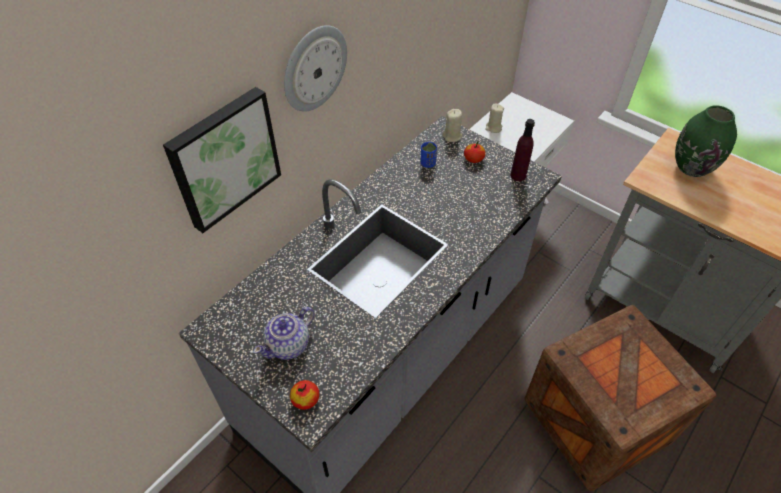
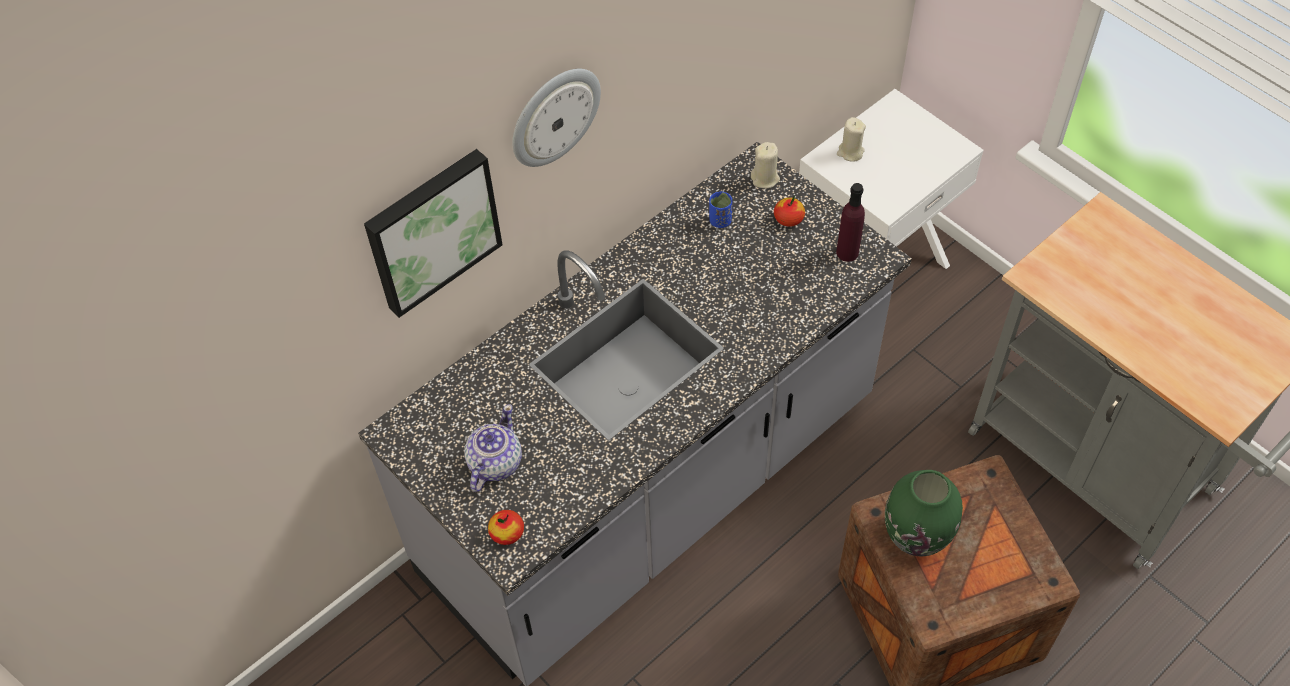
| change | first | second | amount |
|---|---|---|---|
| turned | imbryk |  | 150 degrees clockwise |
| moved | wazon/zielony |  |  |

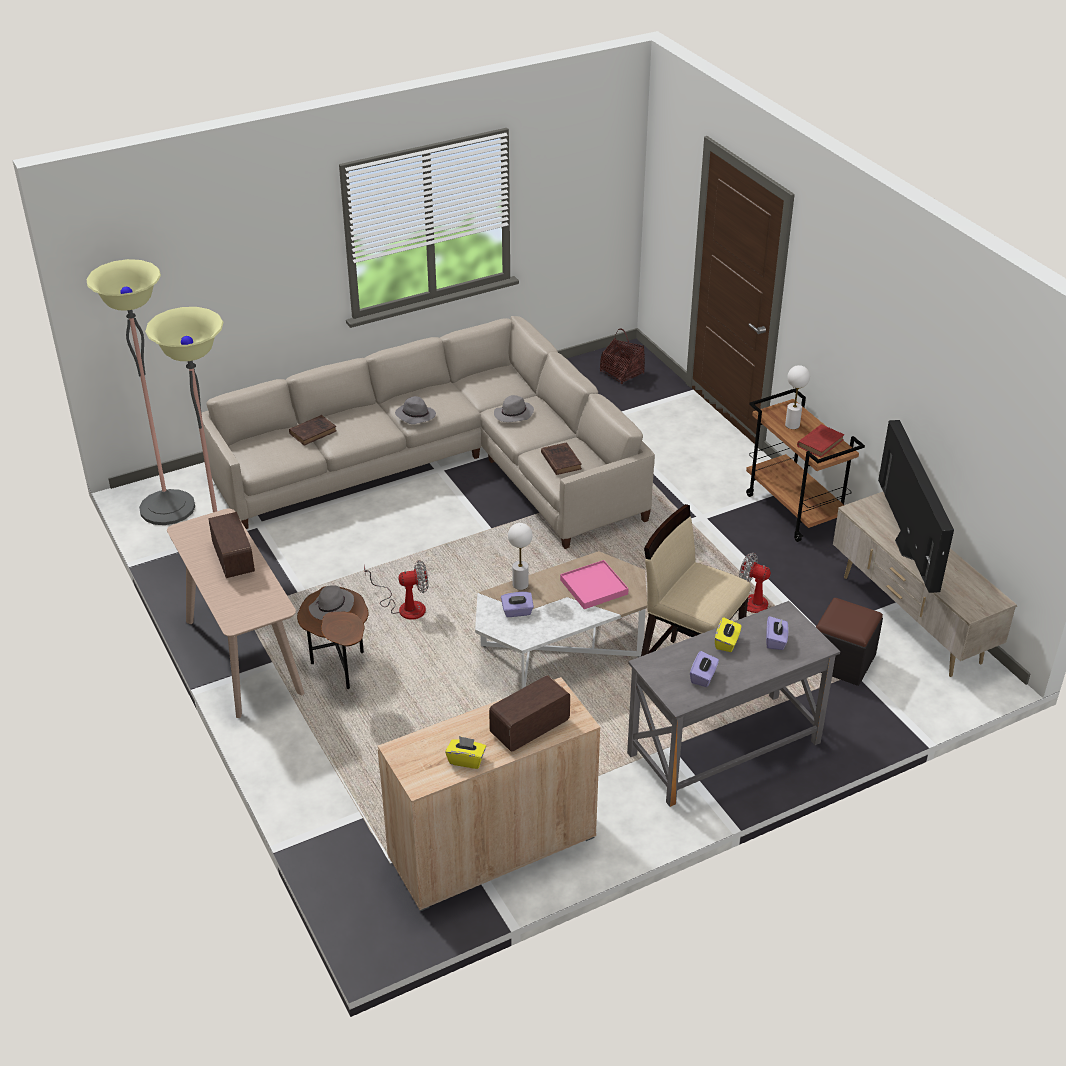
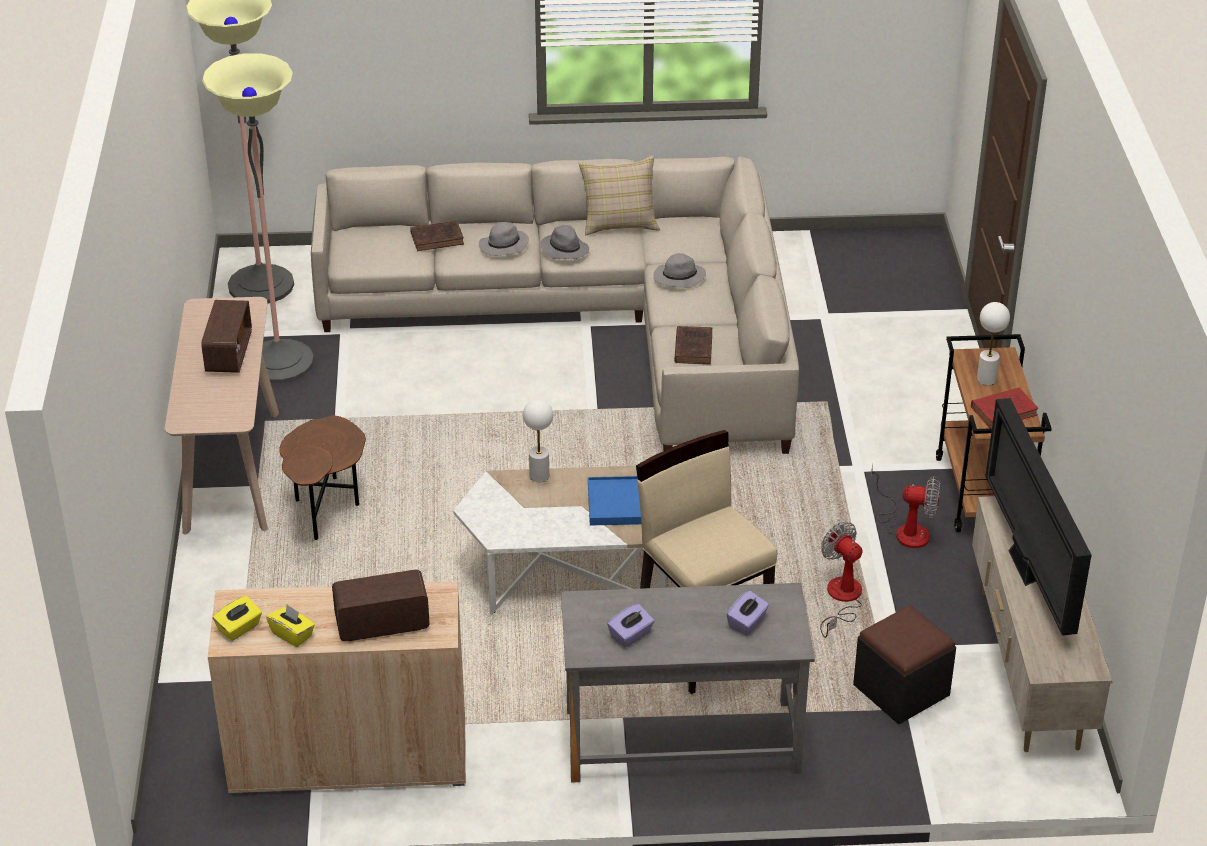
| change | first | second | amount |
|---|---|---|---|
| moved | kapelusz/szary (1st from left) |  |  |
| moved | wentylator (1st from left in the first image) | wentylator (2nd from left) |  |
| removed | pudełko chusteczek/fioletowy (1st from left) |  |  |
| recoloured | taca/różowy | taca/niebieski |  |
| removed | koszyk |  |  |
| moved | pudełko chusteczek/żółty (2nd from left in the first image) | pudełko chusteczek/żółty (1st from left) |  |
| turned | telewizor |  | 150 degrees clockwise |
| added |  | poduszka/beżowy |  |

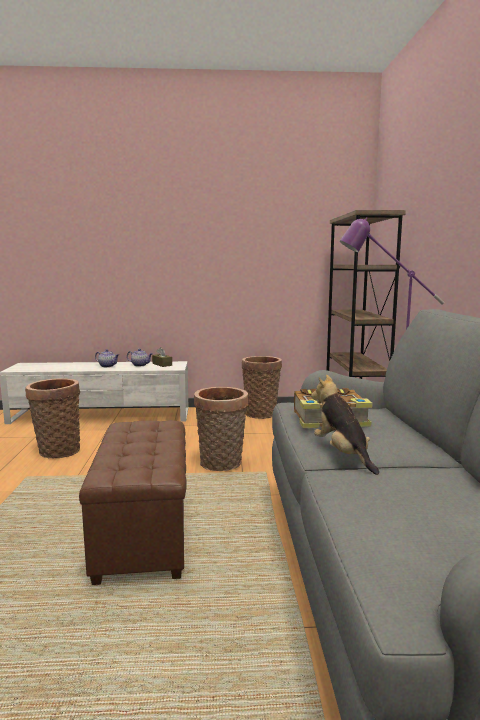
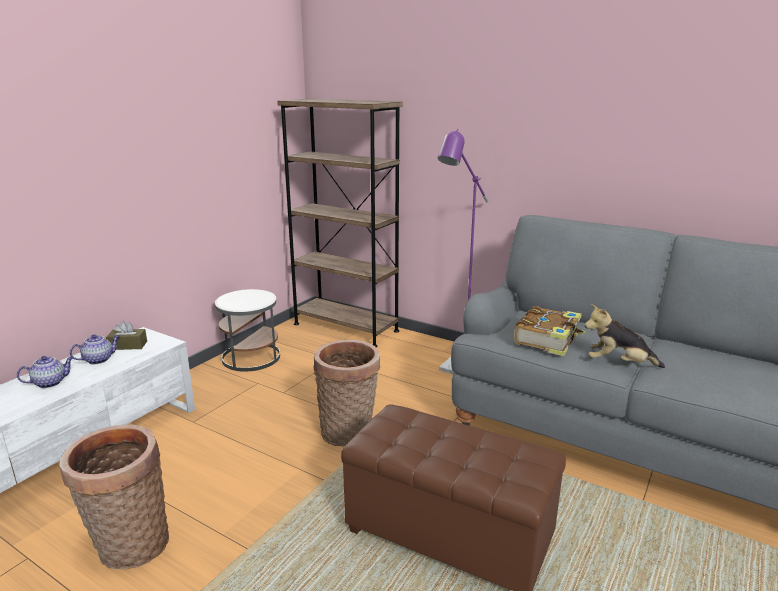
| change | first | second | amount |
|---|---|---|---|
| replaced | koszyk (3rd from left) | stolik/biały |  |

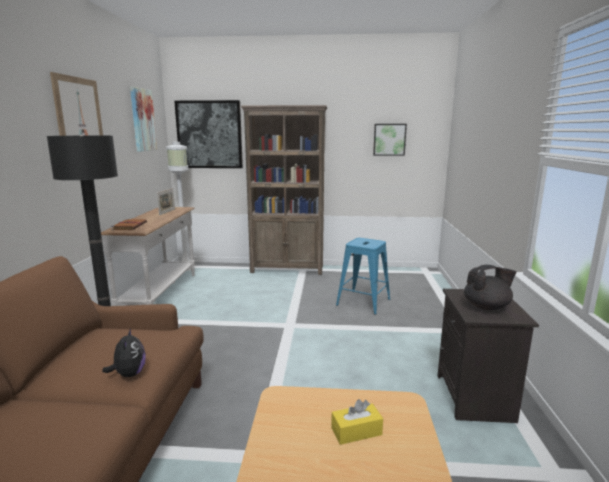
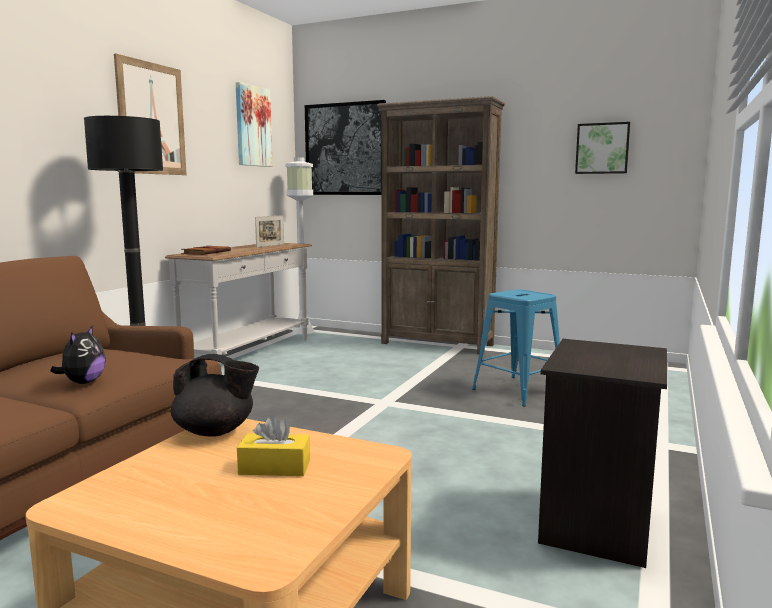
| change | first | second | amount |
|---|---|---|---|
| moved | imbryk/czarny |  |  |

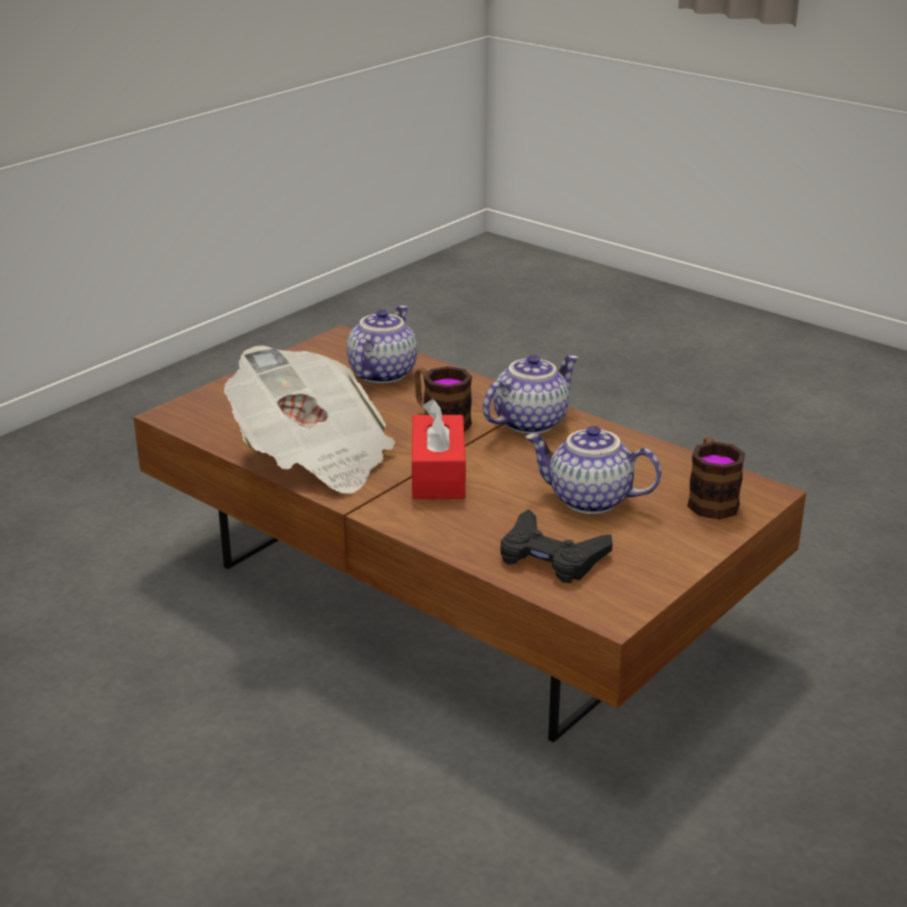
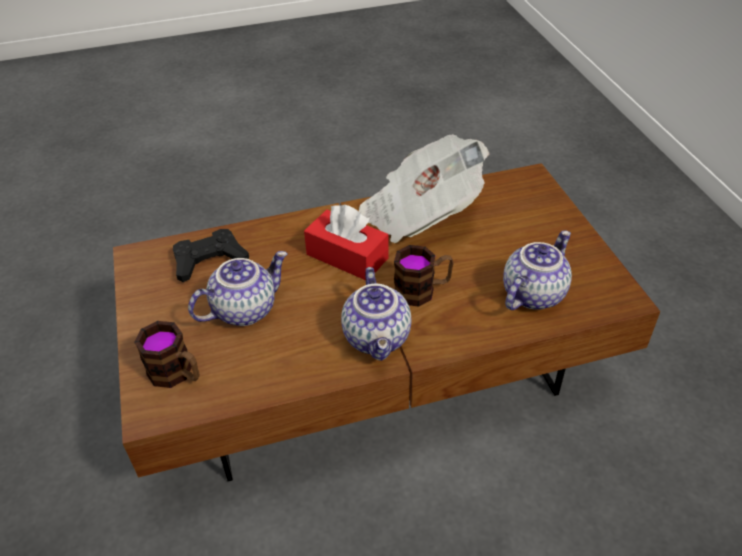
| change | first | second | amount |
|---|---|---|---|
| turned | imbryk (1st from left in the first image) | imbryk (3rd from left) | 105 degrees counterclockwise |

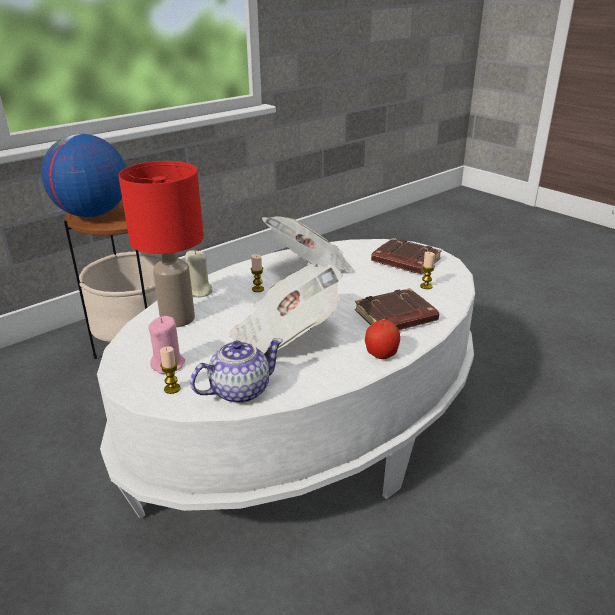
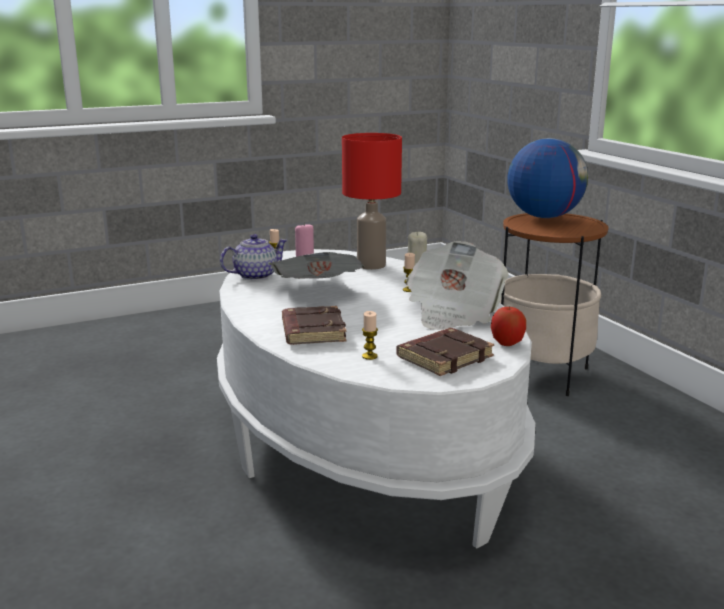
| change | first | second | amount |
|---|---|---|---|
| turned | imbryk |  | 105 degrees counterclockwise |
| moved | jabłko |  |  |

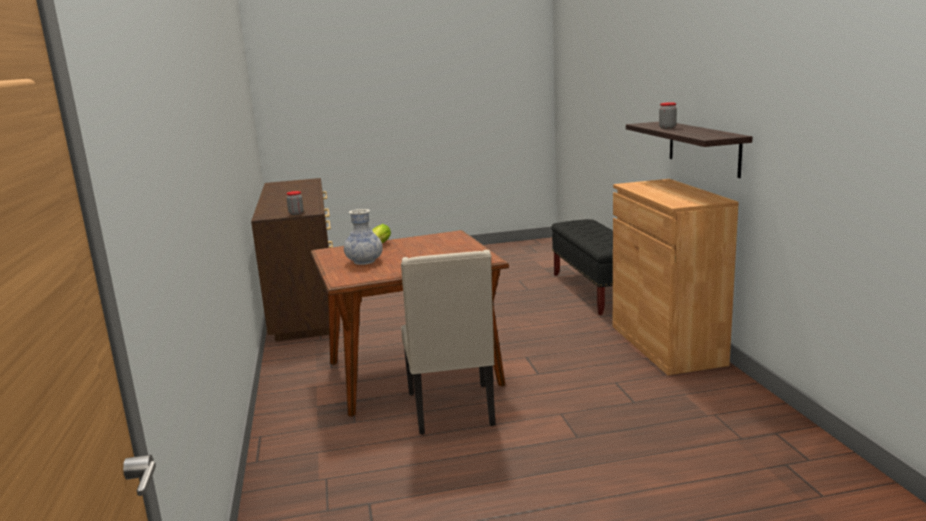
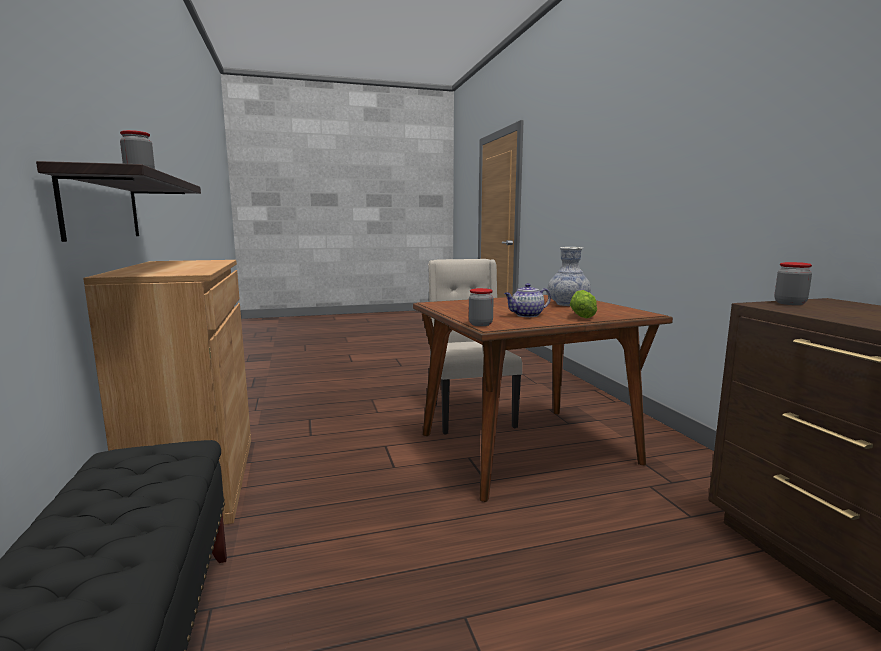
| change | first | second | amount |
|---|---|---|---|
| added |  | słoik (2nd from left) |  |
| added |  | imbryk |  |

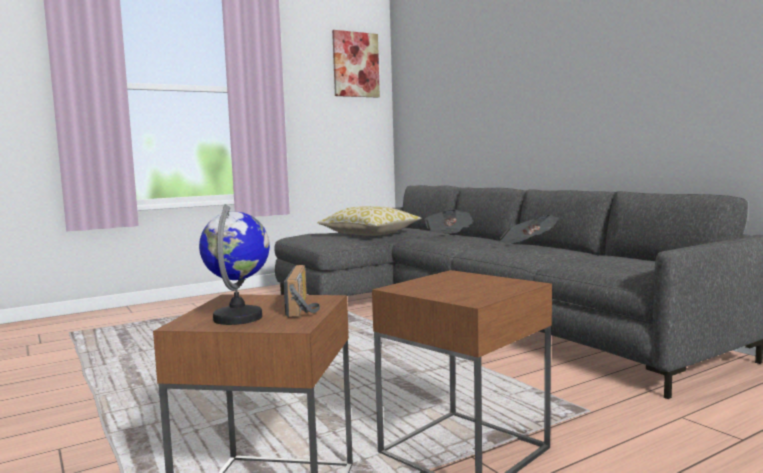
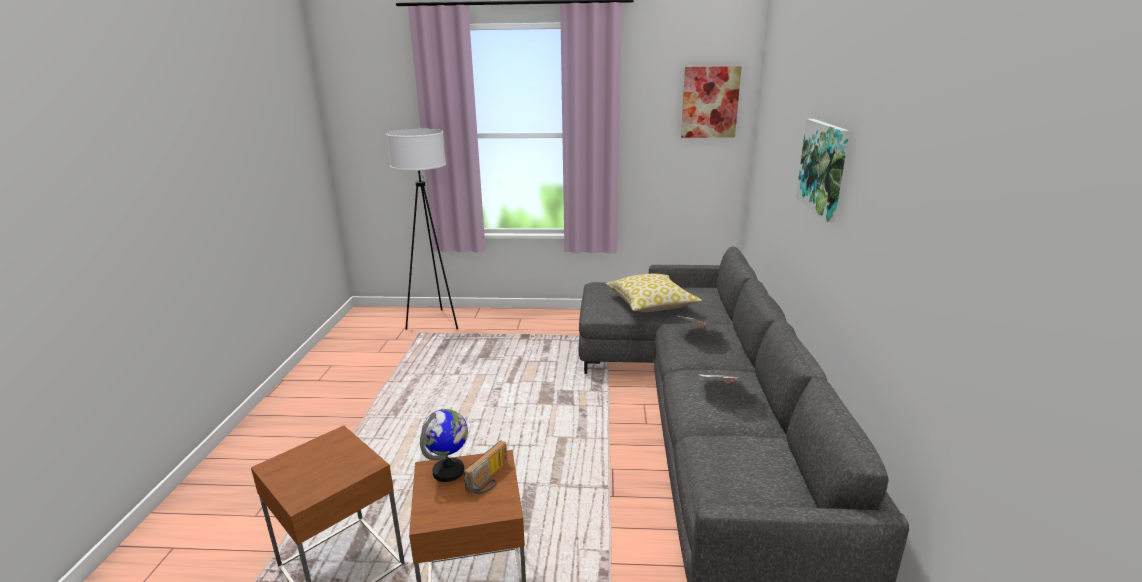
| change | first | second | amount |
|---|---|---|---|
| moved | globus |  |  |
| moved | radio |  |  |
| added |  | lampa stojąca/biały |  |
| added |  | obraz (2nd from left) |  |

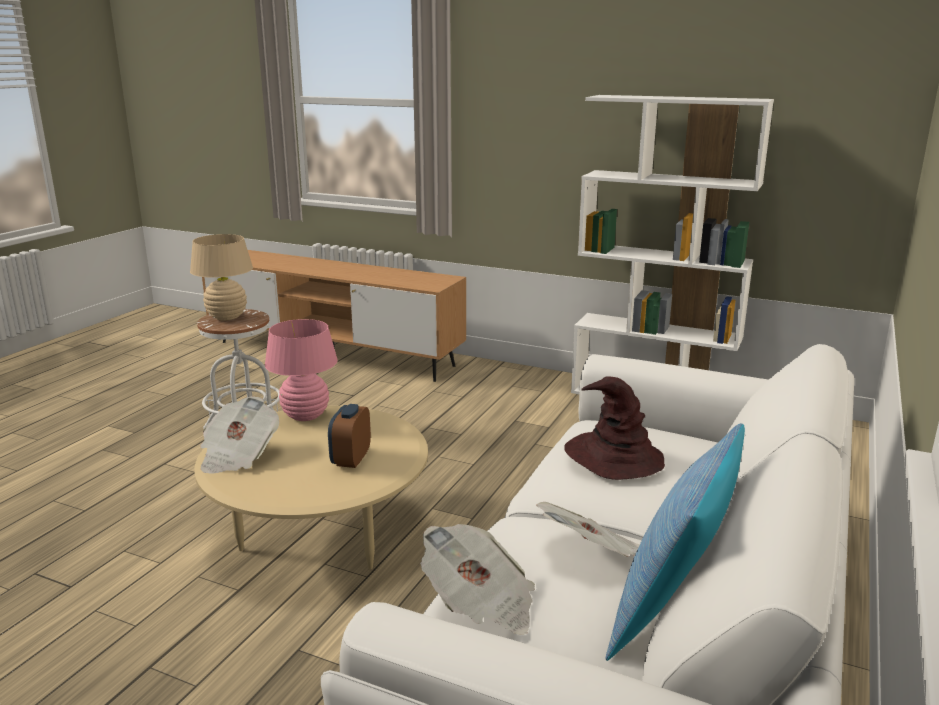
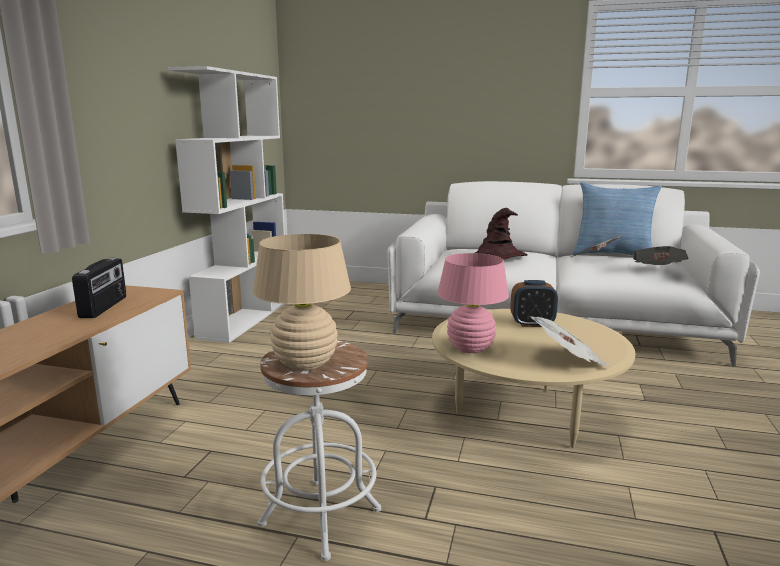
| change | first | second | amount |
|---|---|---|---|
| added |  | radio |  |

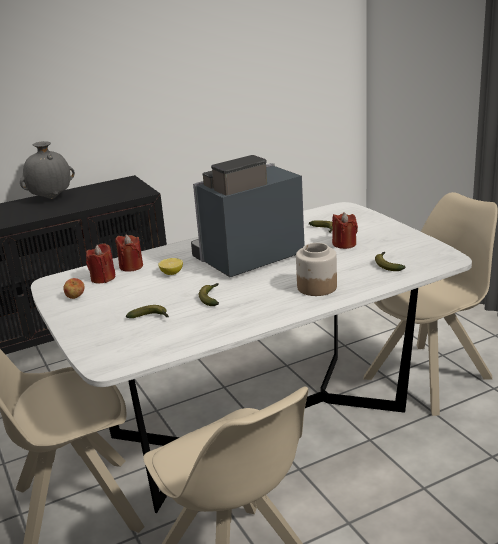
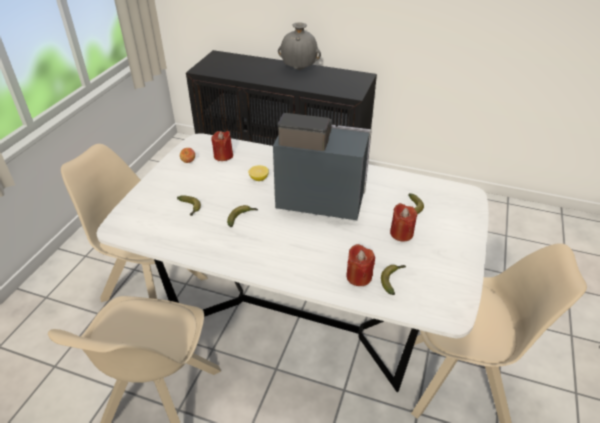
| change | first | second | amount |
|---|---|---|---|
| moved | świeca/czerwony (2nd from left) |  |  |
| removed | słoik |  |  |

